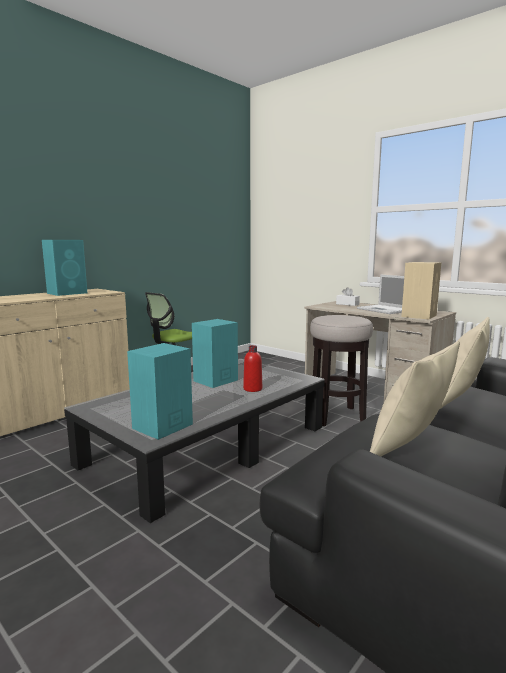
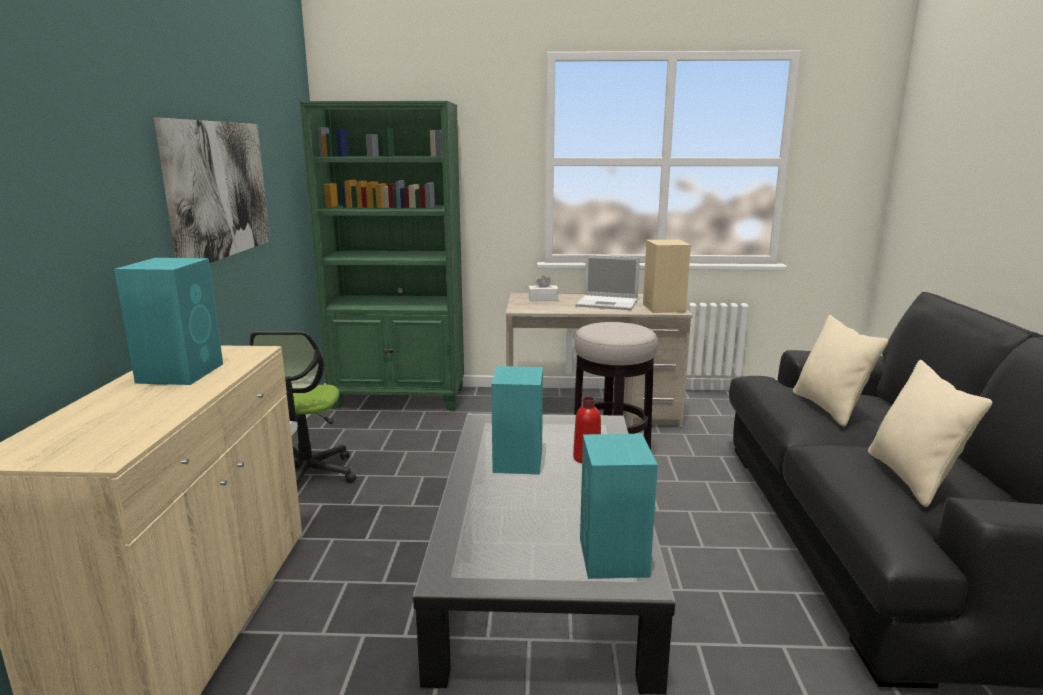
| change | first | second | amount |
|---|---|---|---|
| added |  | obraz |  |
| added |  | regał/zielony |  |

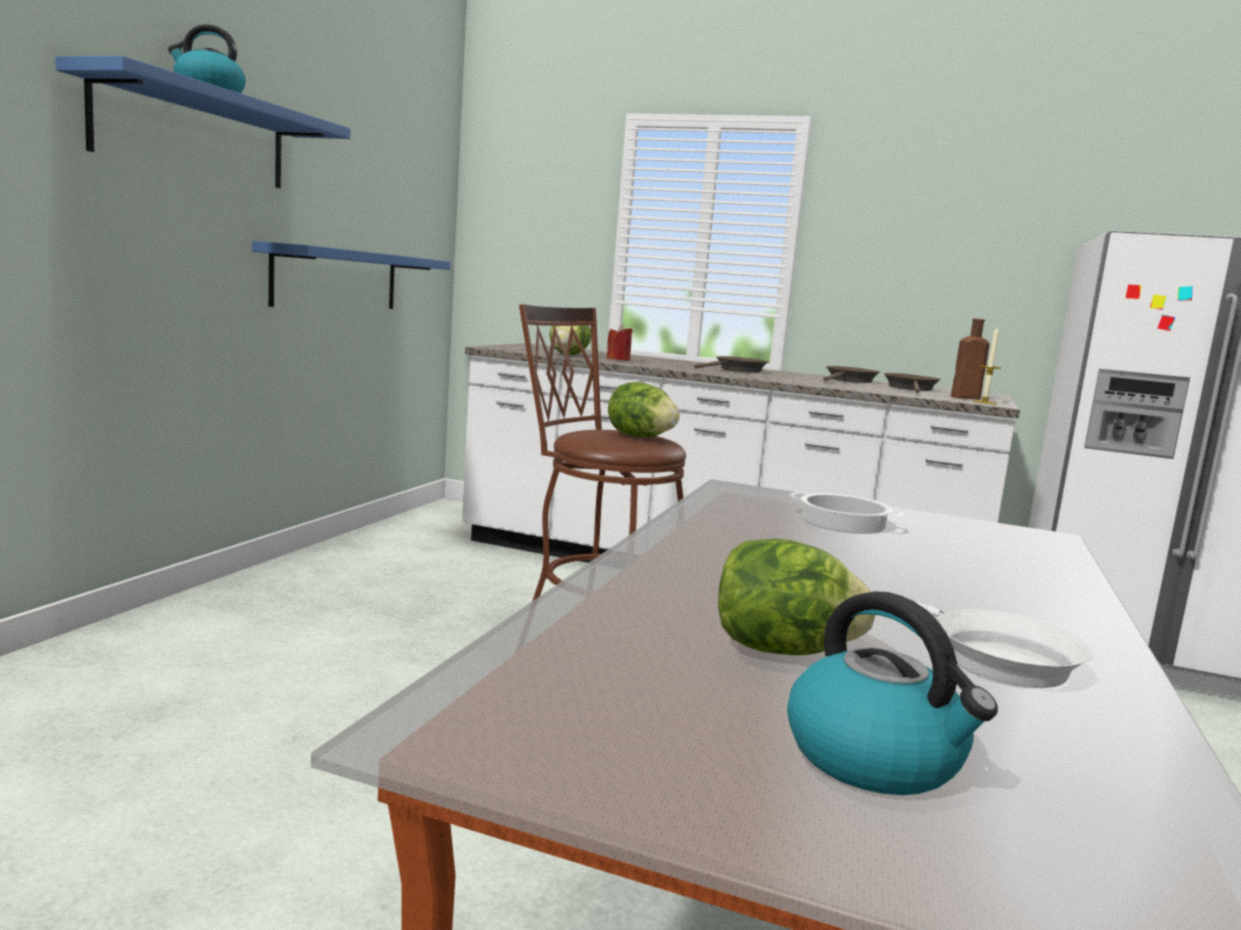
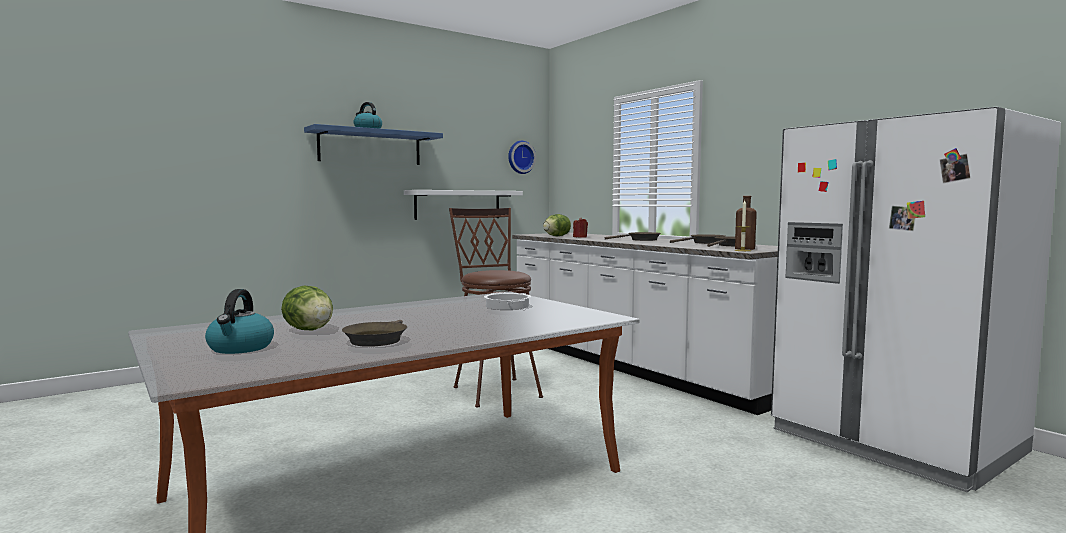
| change | first | second | amount |
|---|---|---|---|
| recoloured | półka/niebieski (2nd from left) | półka/biały |  |
| removed | sałata (2nd from left) |  |  |
| recoloured | patelnia/biały | patelnia/brązowy (1st from left) |  |
| added |  | zegar ścienny |  |

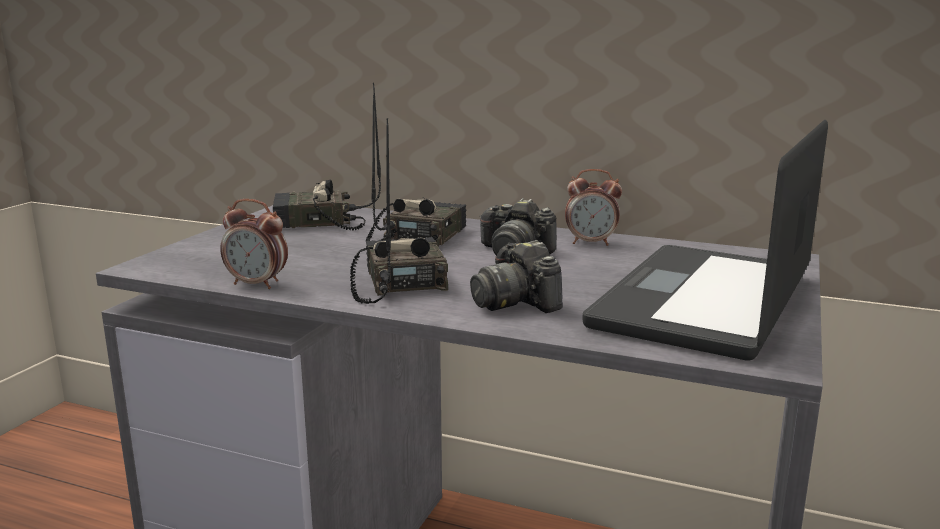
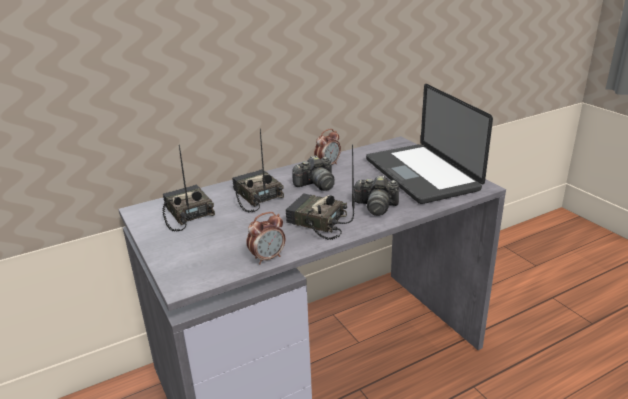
| change | first | second | amount |
|---|---|---|---|
| turned | radio (1st from left) |  | 120 degrees clockwise |

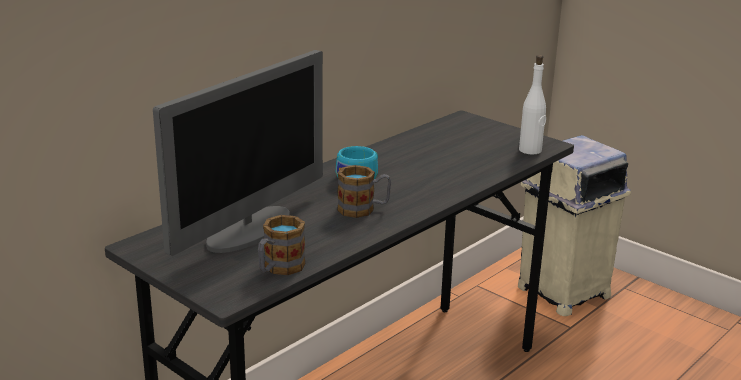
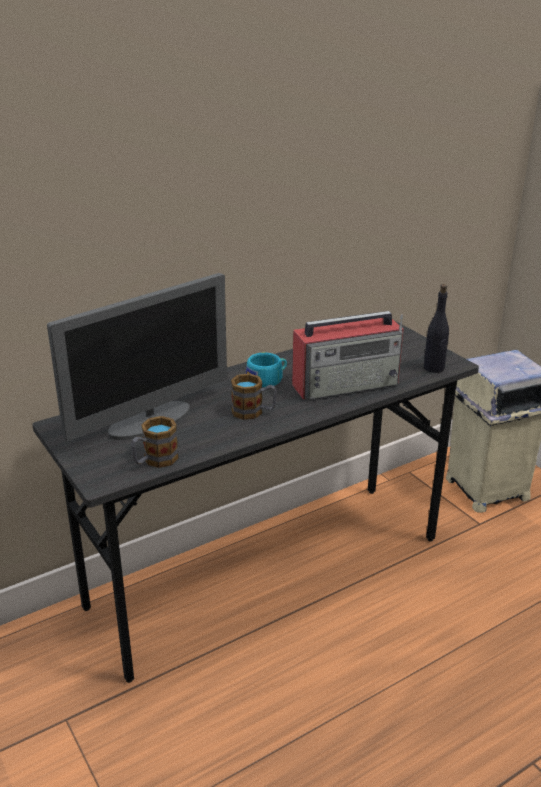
| change | first | second | amount |
|---|---|---|---|
| recoloured | butelka/biały | butelka/czarny |  |
| added |  | radio |  |

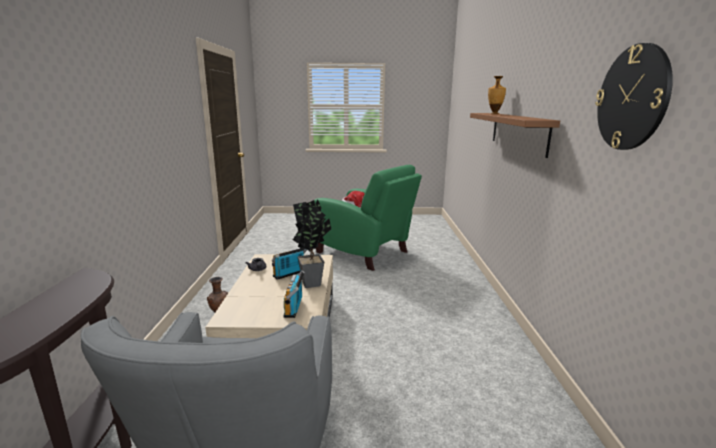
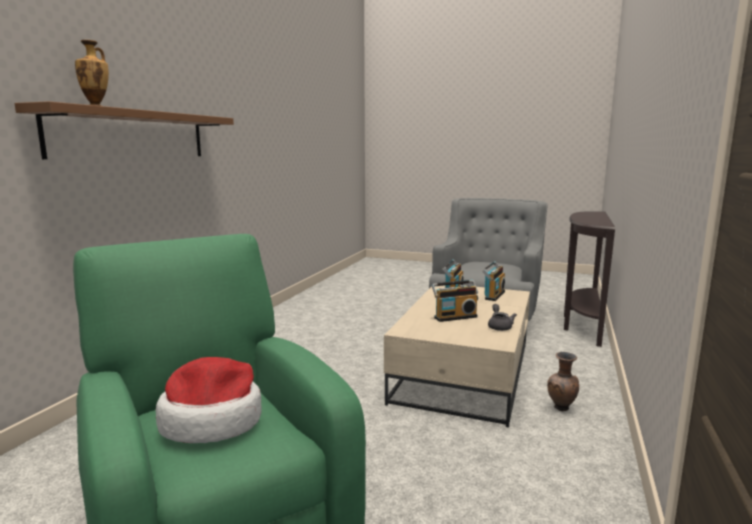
| change | first | second | amount |
|---|---|---|---|
| removed | roślina doniczkowa |  |  |
| removed | zegar ścienny |  |  |
| added |  | radio (3rd from left) |  |

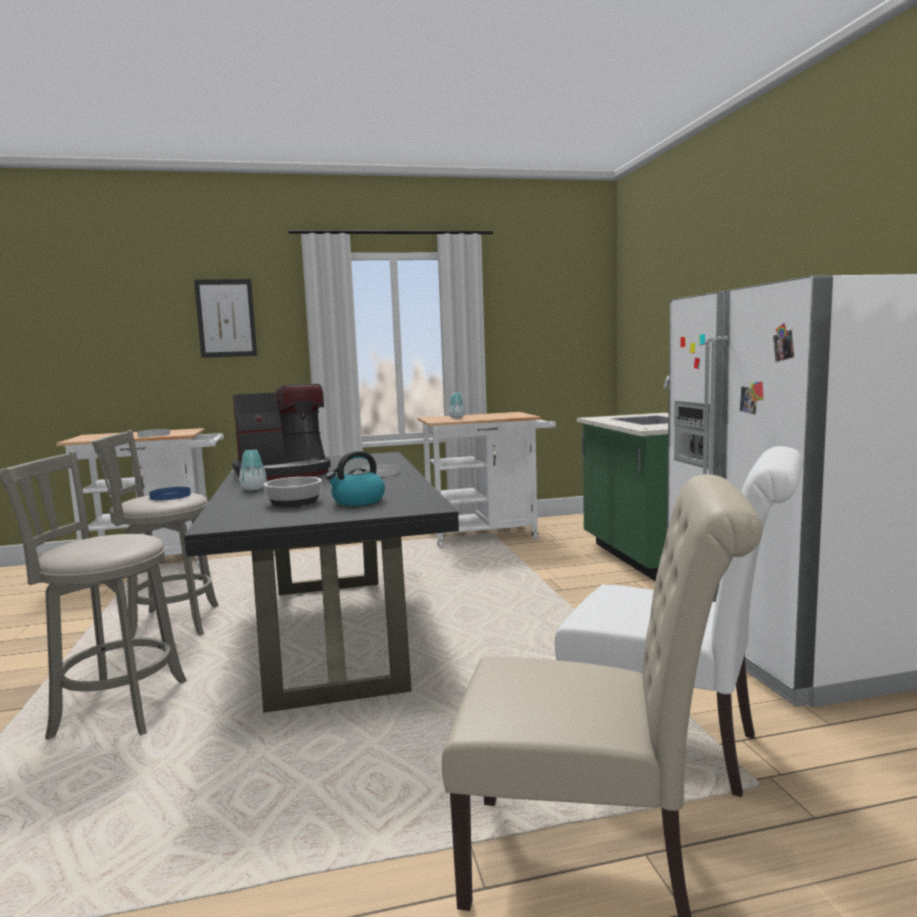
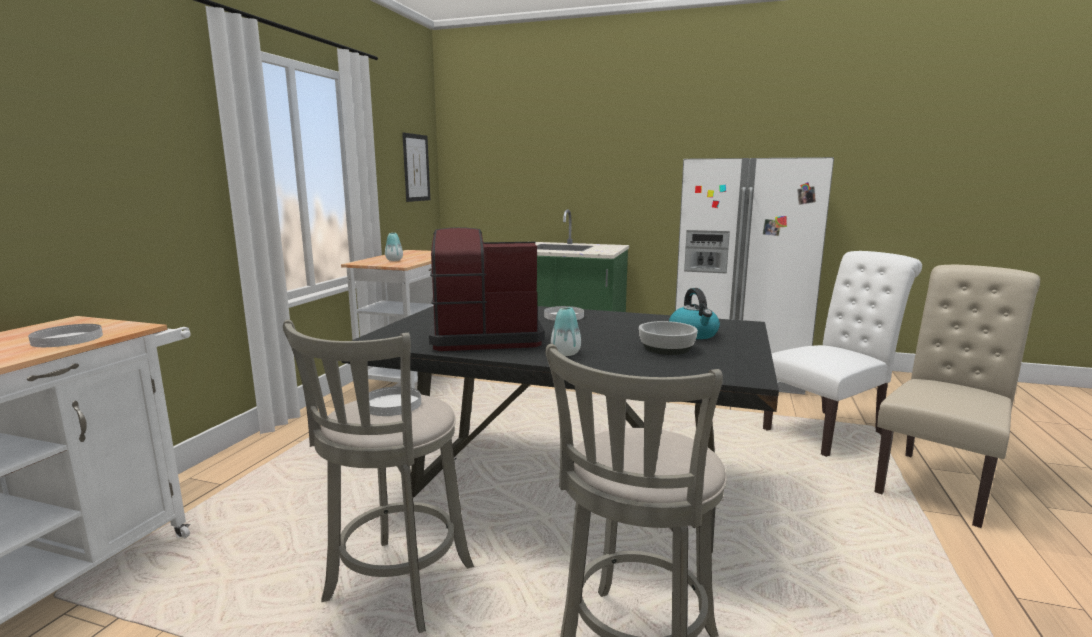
| change | first | second | amount |
|---|---|---|---|
| recoloured | talerz/niebieski | talerz/biały (2nd from left) |  |
| moved | obraz |  |  |
| turned | ekspres do kawy |  | 105 degrees counterclockwise |

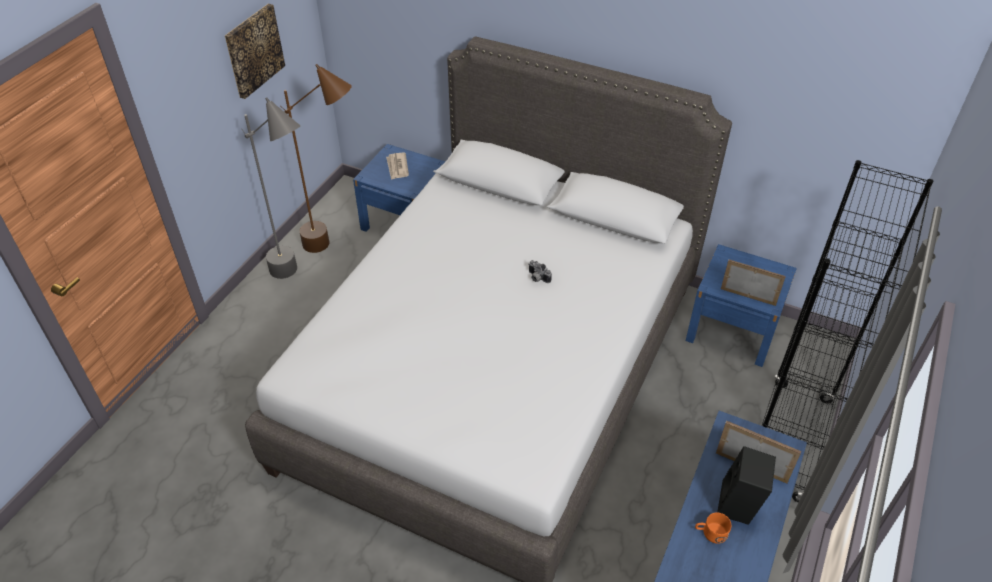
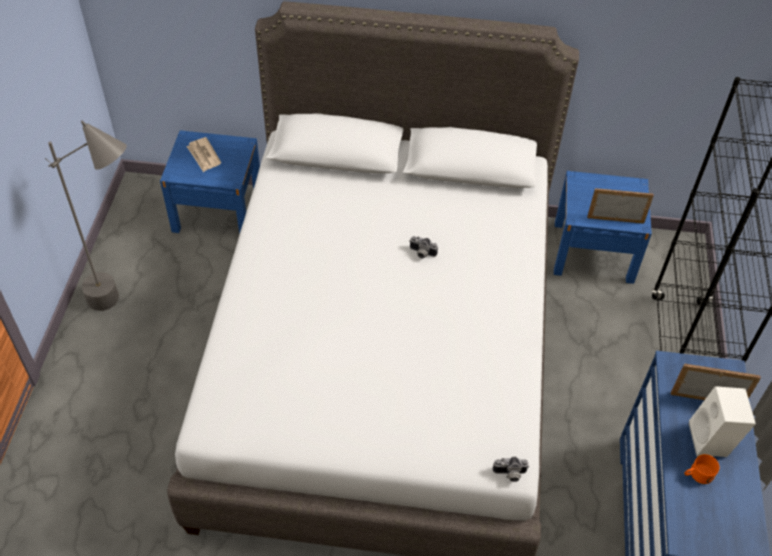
| change | first | second | amount |
|---|---|---|---|
| removed | obraz |  |  |
| removed | lampa stojąca/brązowy |  |  |
| recoloured | głośnik/czarny | głośnik/biały |  |
| added |  | aparat fotograficzny (2nd from left) |  |

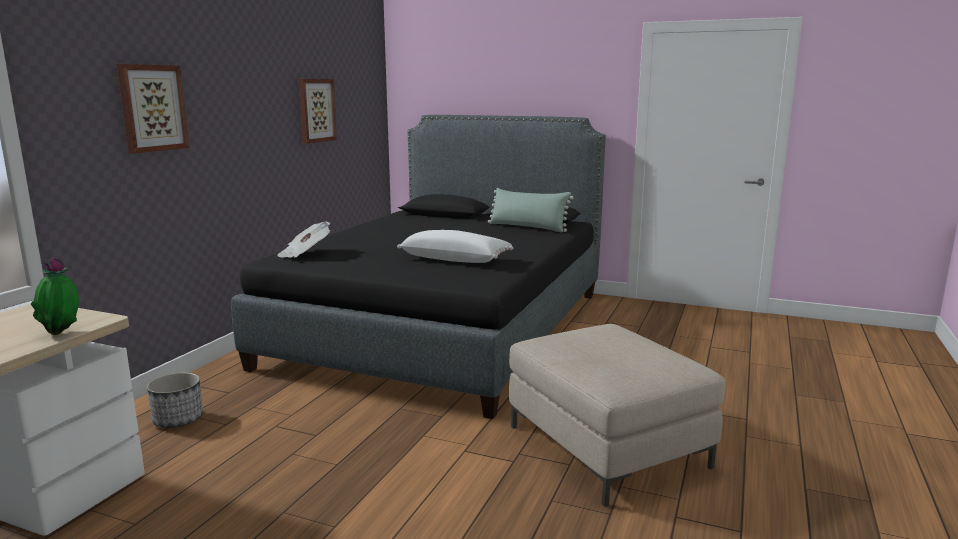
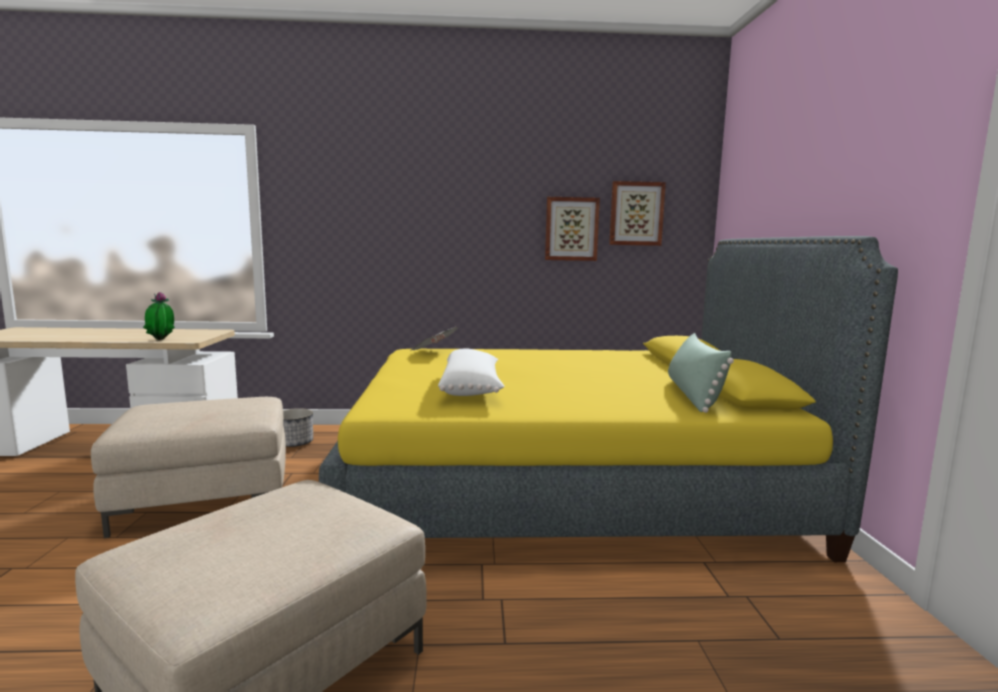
| change | first | second | amount |
|---|---|---|---|
| moved | obraz (1st from left in the first image) | obraz (2nd from left) |  |
| recoloured | łóżko/czarny | łóżko/żółty |  |
| added |  | pufa/beżowy (1st from left) |  |

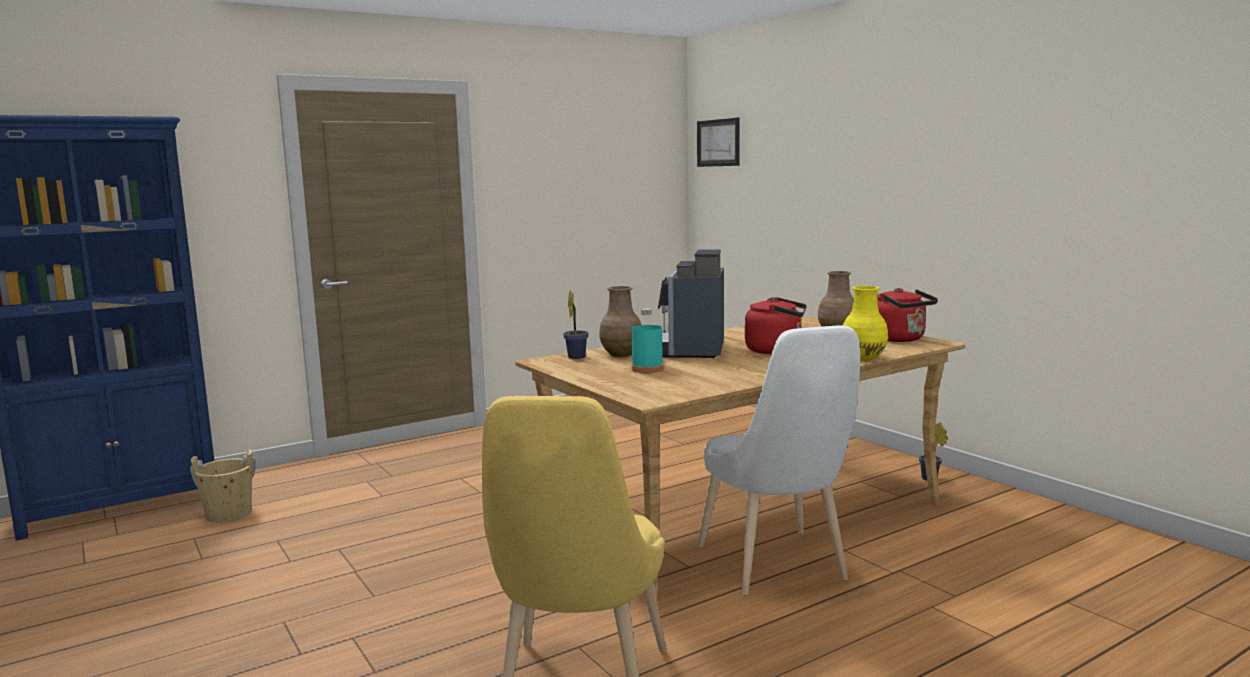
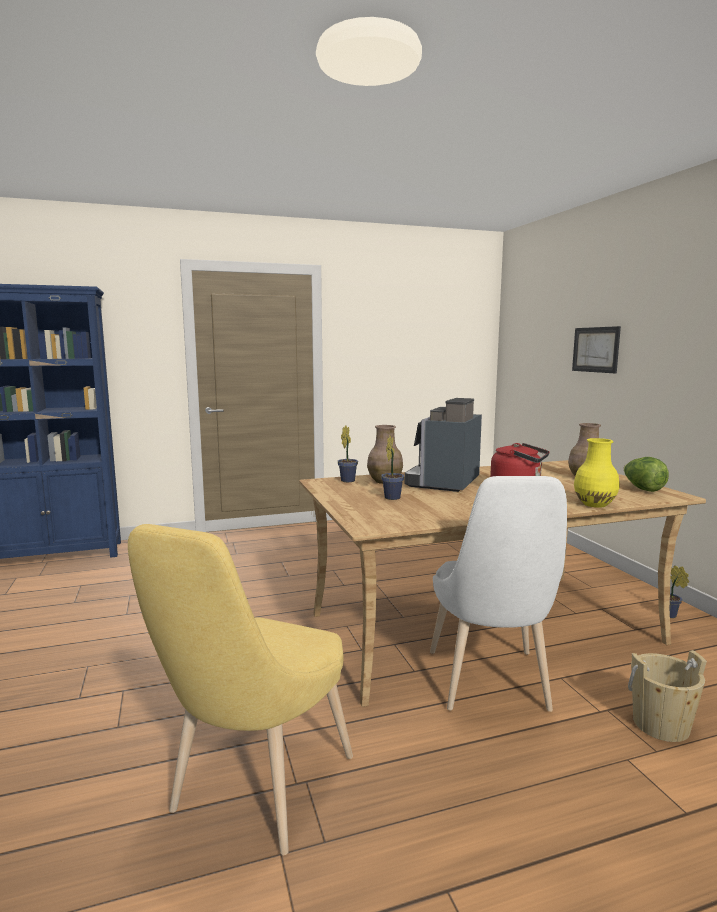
| change | first | second | amount |
|---|---|---|---|
| moved | wiadro/beżowy |  |  |
| replaced | butelka/turkusowy | roślina doniczkowa (2nd from left) |  |
| moved | obraz |  |  |
| replaced | czajnik/czerwony (2nd from left) | sałata |  |

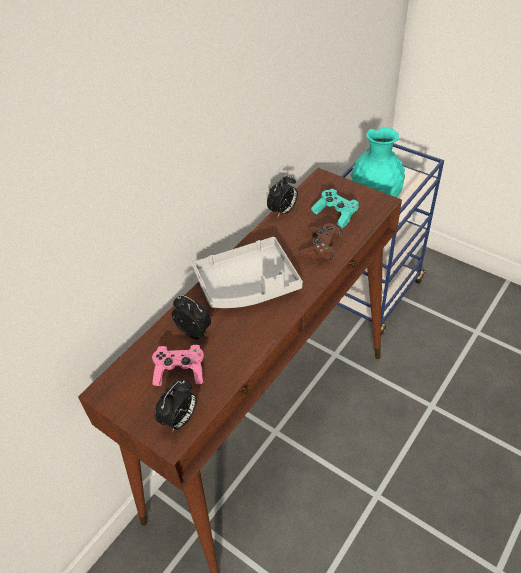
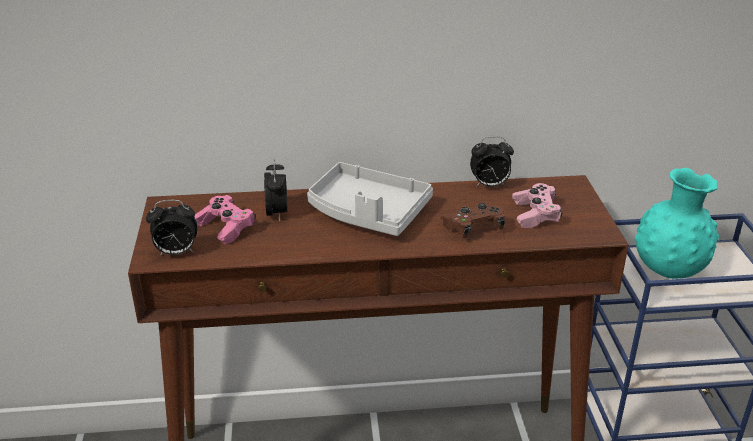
| change | first | second | amount |
|---|---|---|---|
| recoloured | pad do gier/turkusowy | pad do gier/różowy (2nd from left) |  |

